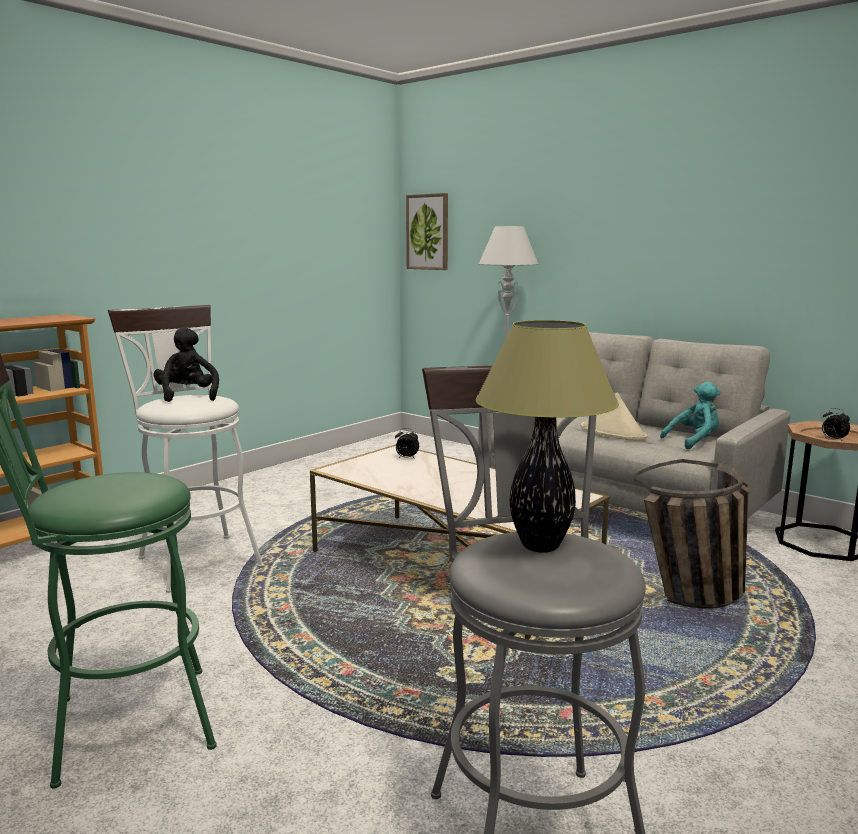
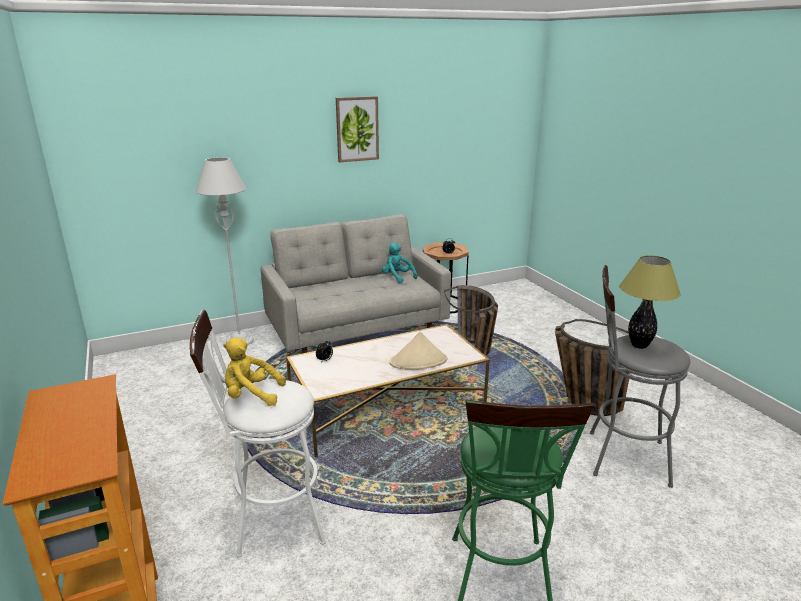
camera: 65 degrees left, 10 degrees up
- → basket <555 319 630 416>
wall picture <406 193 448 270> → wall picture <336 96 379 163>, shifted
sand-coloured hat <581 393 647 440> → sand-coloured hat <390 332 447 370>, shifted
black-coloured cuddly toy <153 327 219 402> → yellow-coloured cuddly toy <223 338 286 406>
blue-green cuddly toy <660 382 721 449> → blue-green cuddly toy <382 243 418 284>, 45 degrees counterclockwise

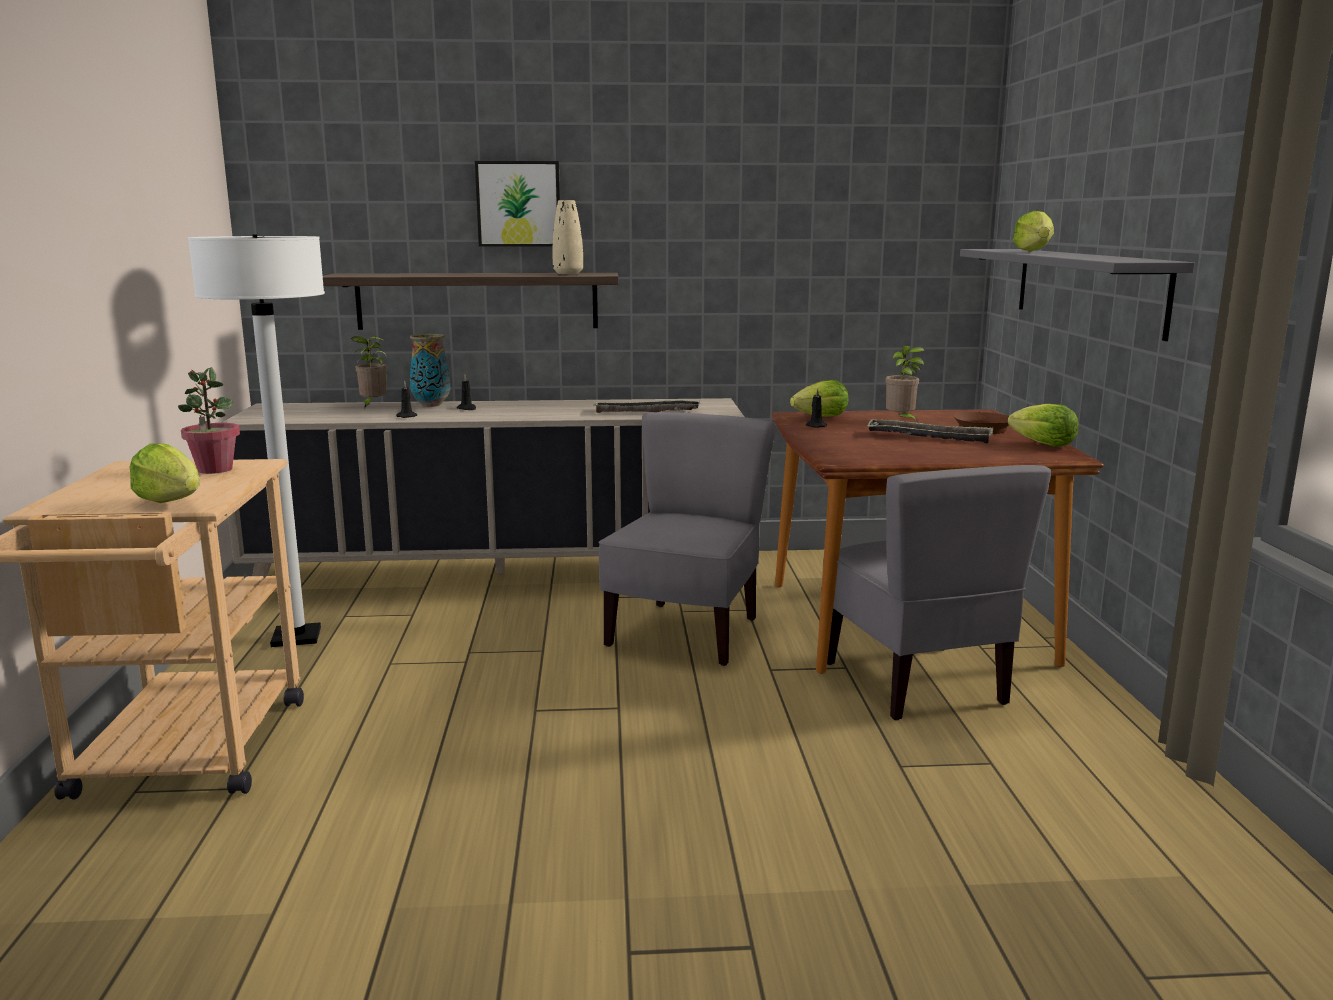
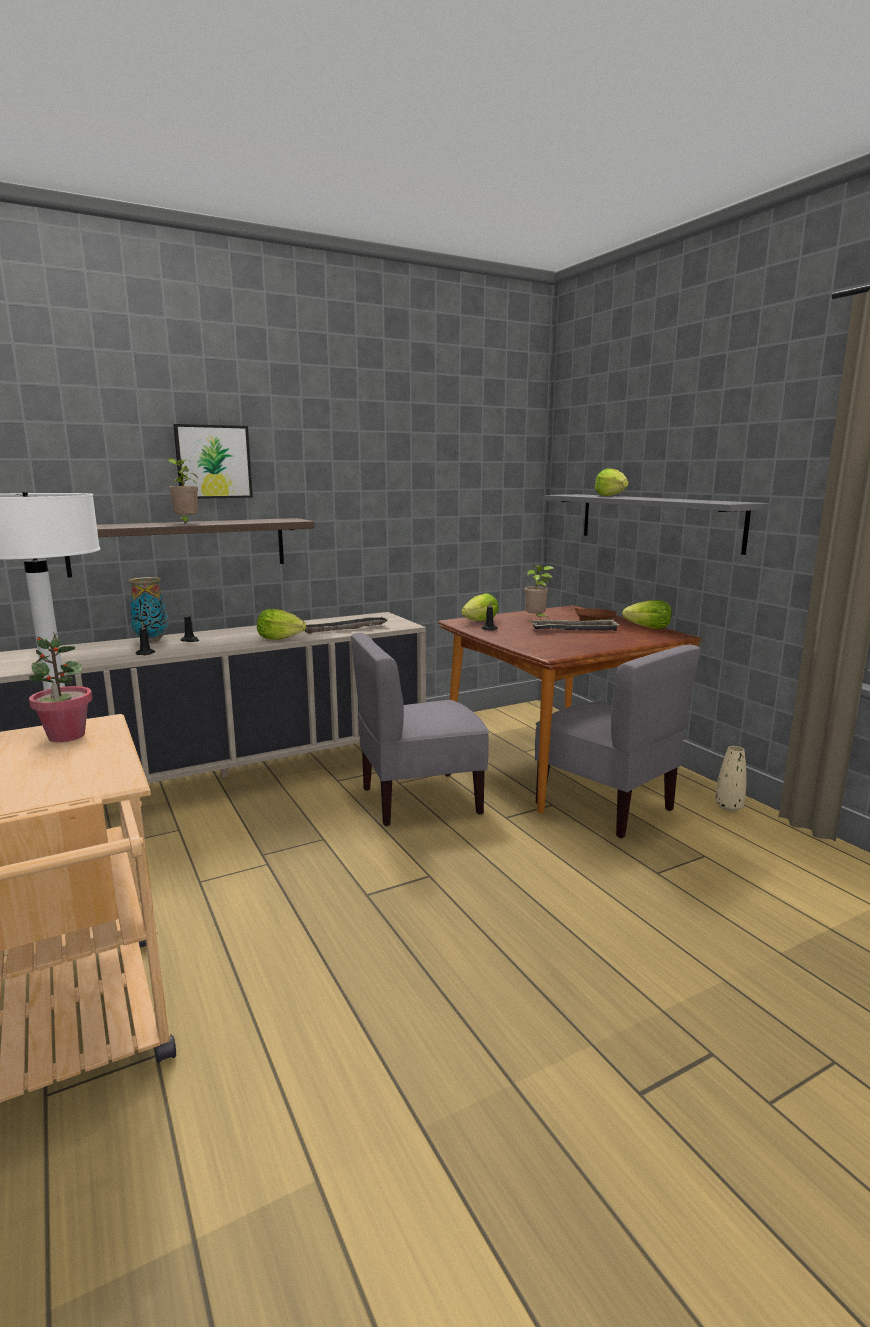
camera: 25 degrees left, 0 degrees up
head of lettuce <130 444 200 503> → head of lettuce <257 609 306 640>, shifted
plant in a pot <351 336 387 408> → plant in a pot <167 458 198 525>, shifted
sand-coloured vase <553 200 583 274> → sand-coloured vase <715 746 747 811>, shifted
grey plain chair <599 412 775 666> → grey plain chair <351 633 489 826>, 105 degrees counterclockwise

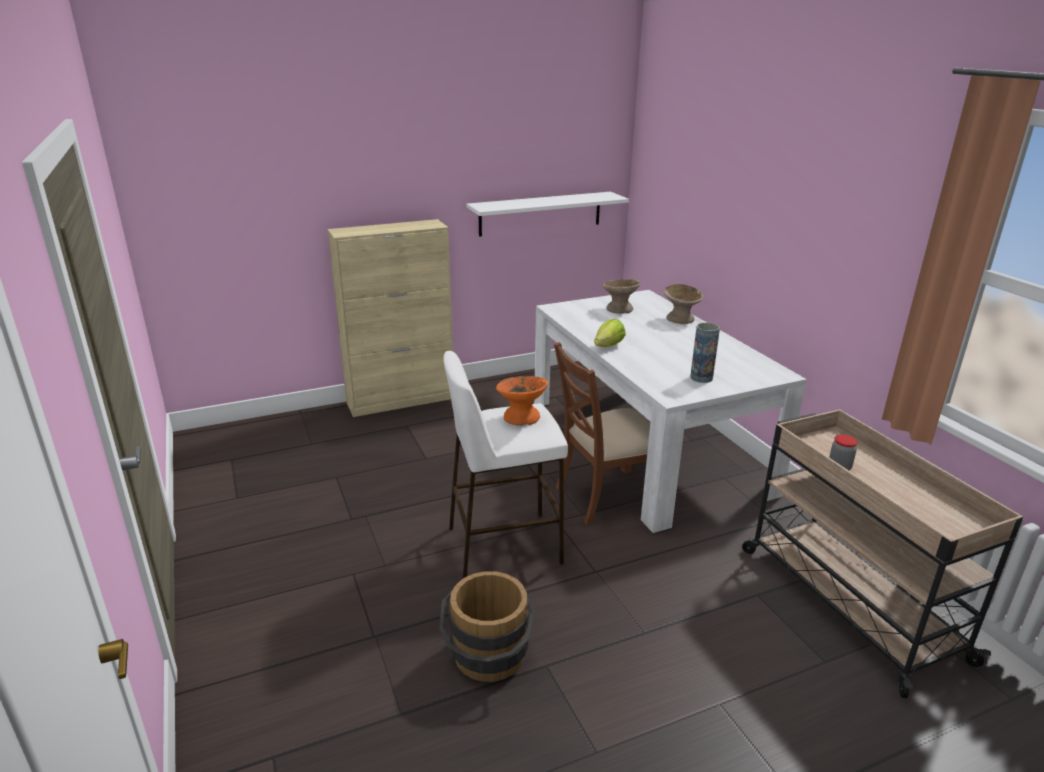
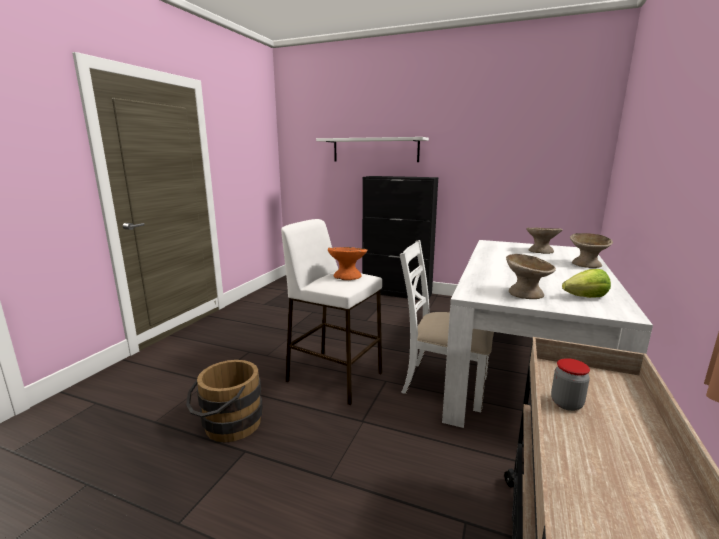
camera: 45 degrees right, 10 degrees down
whitish shelf <466 192 629 237> → whitish shelf <316 137 429 162>, shifted
head of lettuce <594 319 626 347> → head of lettuce <562 269 611 298>, shifted
vase <690 323 720 383> → sand-coloured bowl <506 254 556 299>
sand-coloured cupboard <328 219 453 417> → black-coloured cupboard <362 176 438 300>
brown-coloured plain chair <554 342 650 525> → whitish plain chair <400 240 494 413>

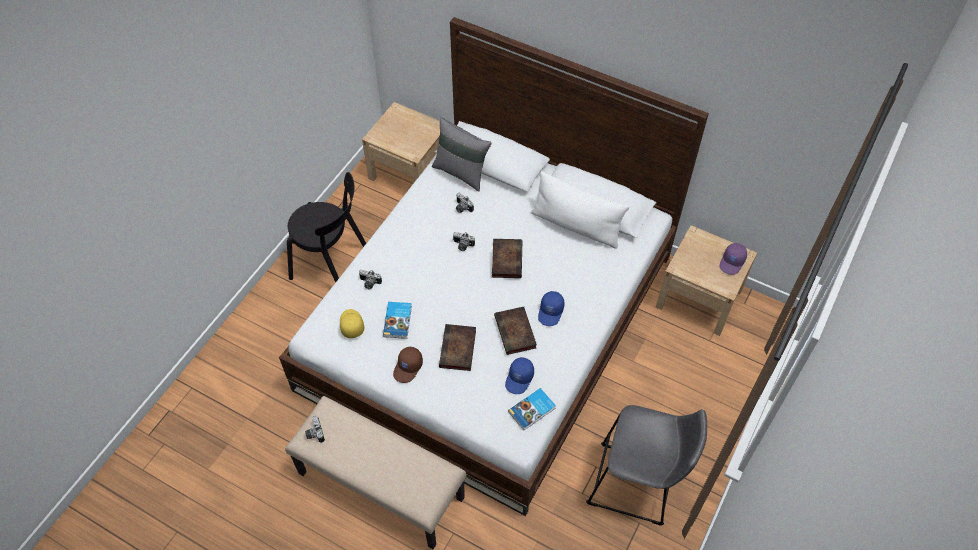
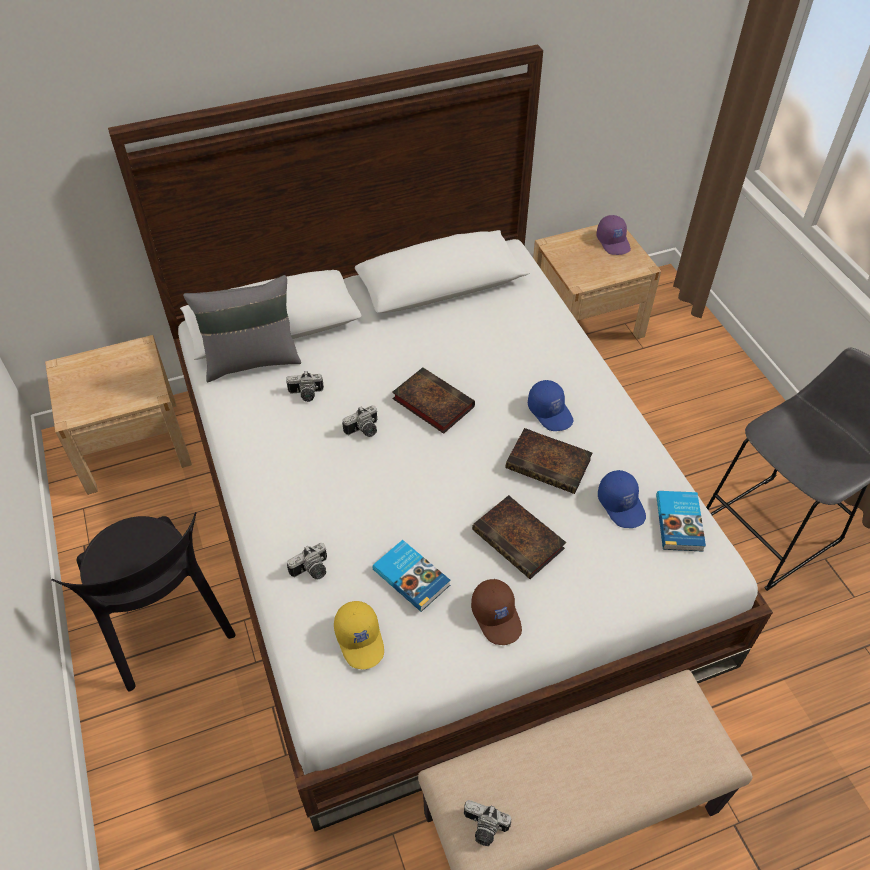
camera: 50 degrees left, 5 degrees down
whitish throw pillow <531 171 629 249> → -
black-coloured plain chair <287 172 366 283> → black-coloured plain chair <51 512 236 692>, 90 degrees clockwise
yellow-coloured cap <340 309 364 338> → yellow-coloured cap <334 601 384 669>, 135 degrees counterclockwise

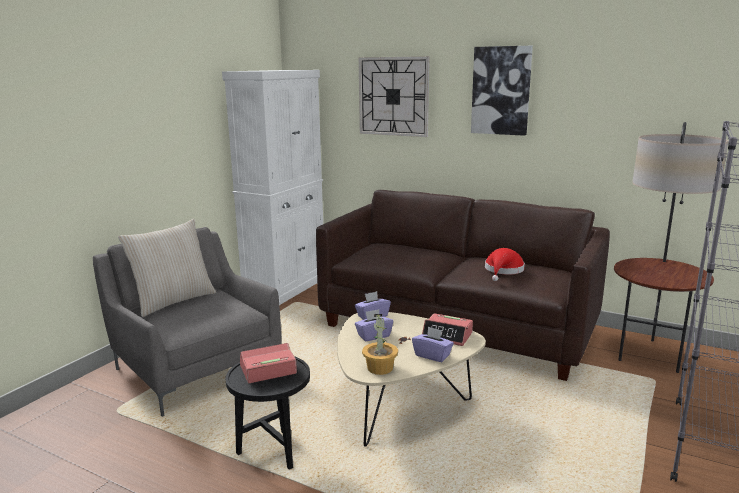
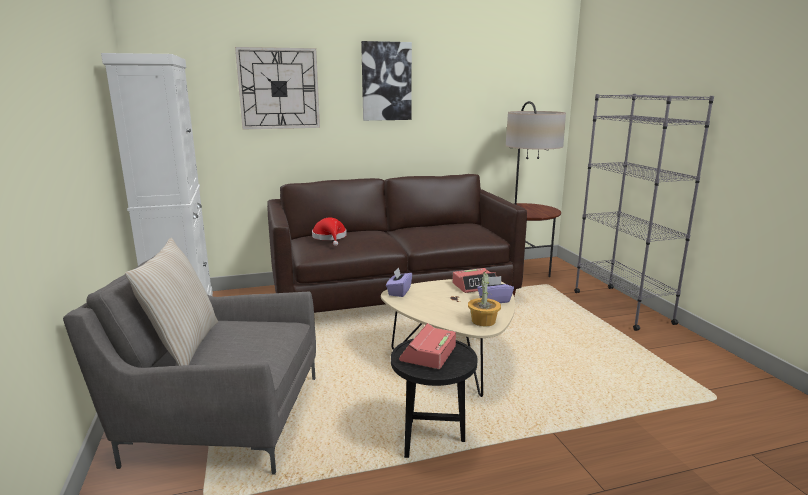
camera: 45 degrees left, 0 degrees up
purple box of tissues <355 309 393 341> → -
red hat <485 248 525 281> → red hat <312 217 347 246>, shifted

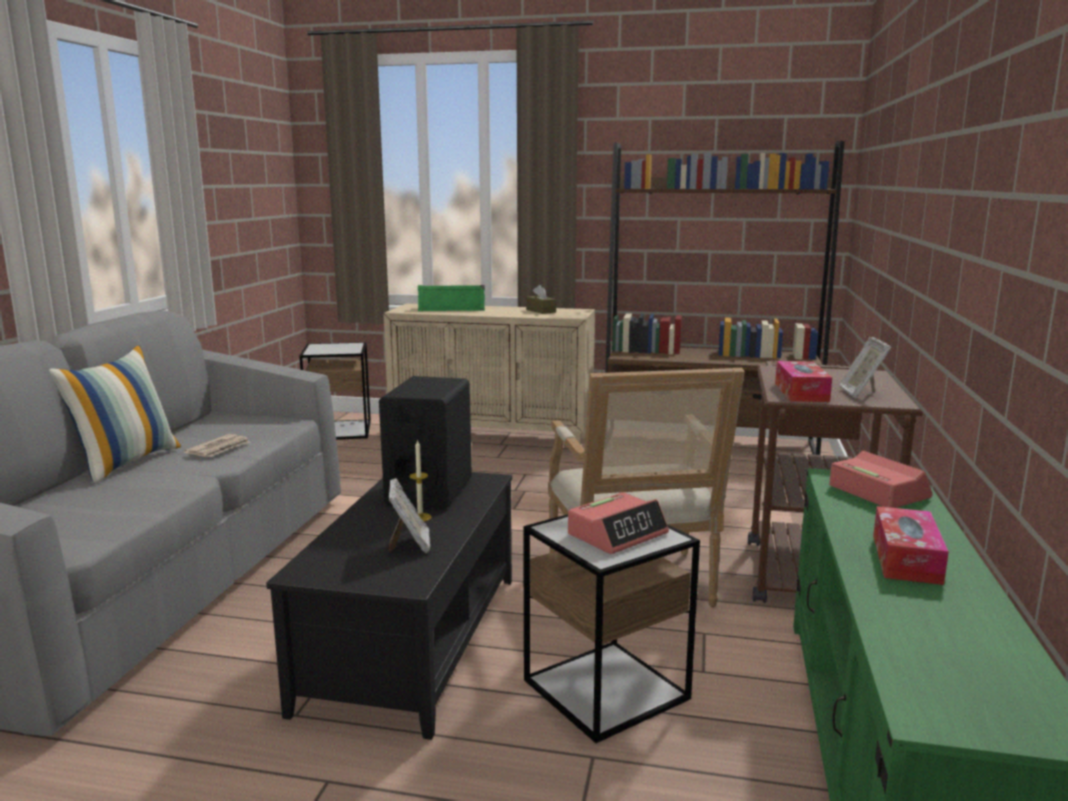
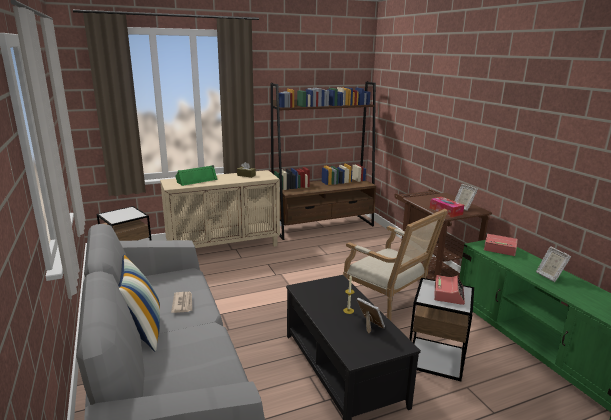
camera: 35 degrees left, 5 degrees up
black-coloured loudspeaker <379 376 472 510> → -
box of tissues <873 506 949 585> → standing frame <536 246 571 282>

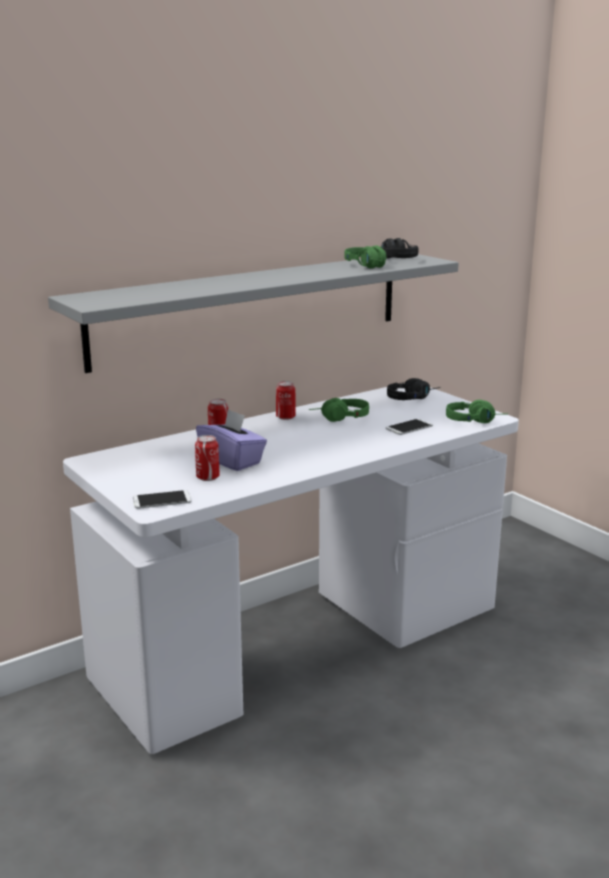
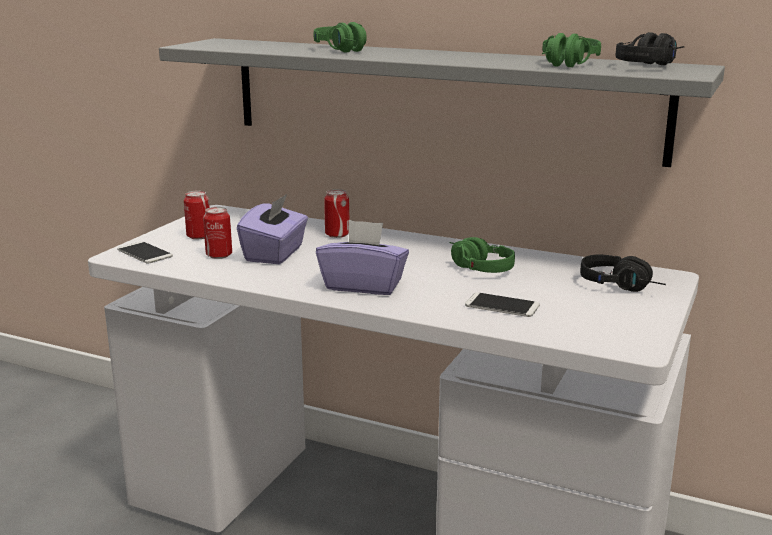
camera: 60 degrees right, 0 degrees up
- → purple box of tissues <316 220 409 295>
metal can <276 381 296 420> → metal can <184 191 210 239>, shifted
green pair of headphones <446 400 504 423> → green pair of headphones <313 22 367 53>, shifted

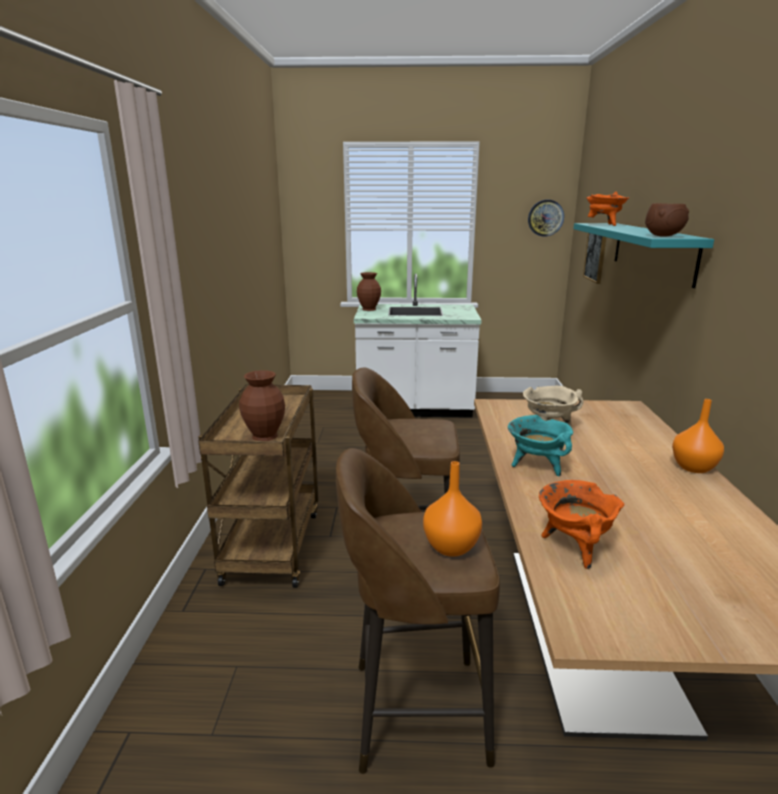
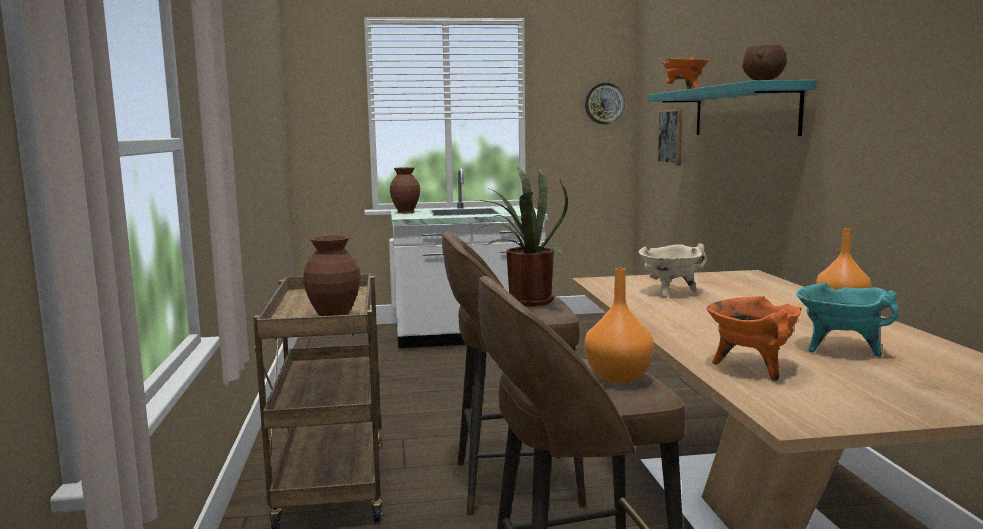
camera: 10 degrees left, 10 degrees down
- → plant in a pot <477 166 568 307>
blue-green saucepot <508 415 573 476> → blue-green saucepot <796 283 899 357>, shifted

